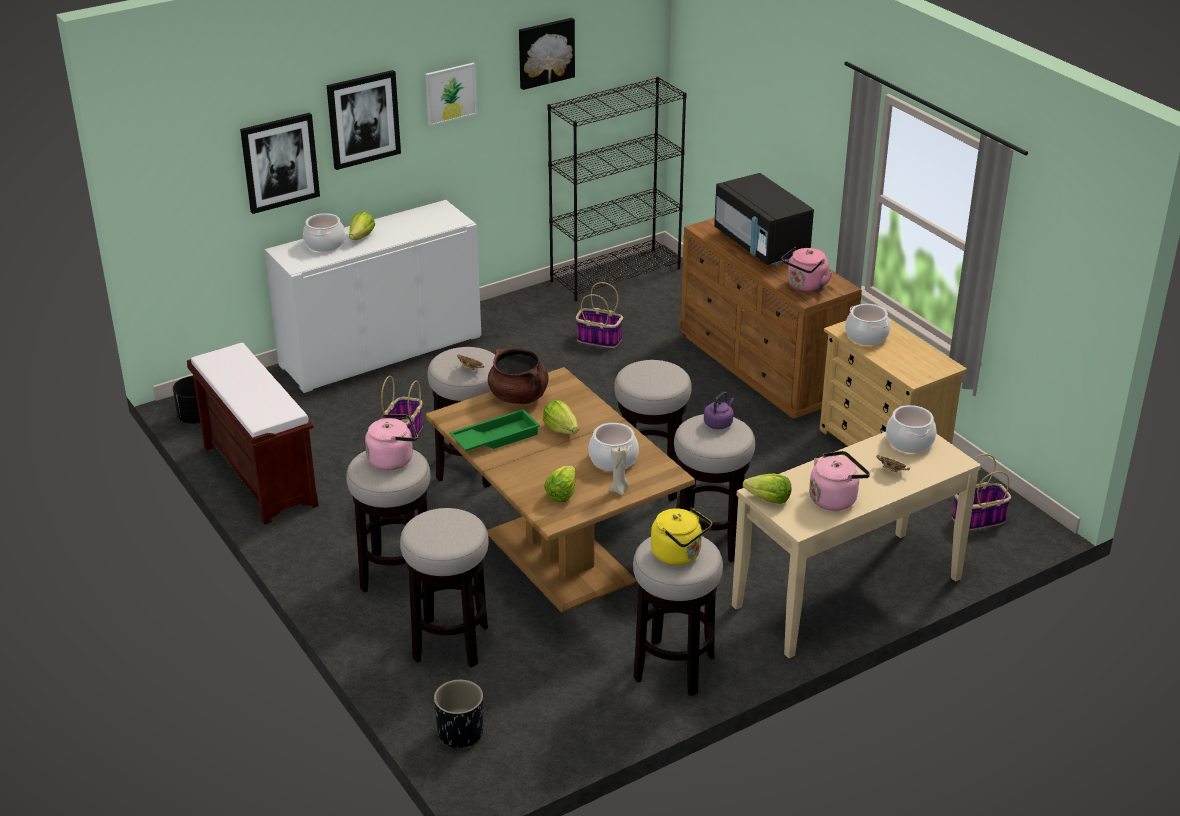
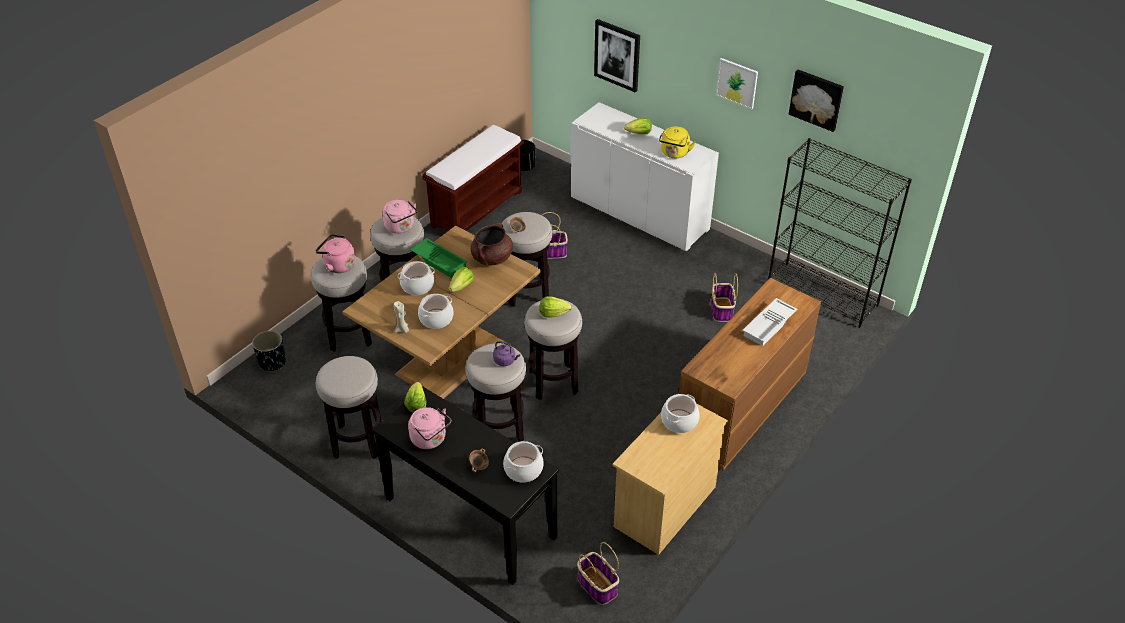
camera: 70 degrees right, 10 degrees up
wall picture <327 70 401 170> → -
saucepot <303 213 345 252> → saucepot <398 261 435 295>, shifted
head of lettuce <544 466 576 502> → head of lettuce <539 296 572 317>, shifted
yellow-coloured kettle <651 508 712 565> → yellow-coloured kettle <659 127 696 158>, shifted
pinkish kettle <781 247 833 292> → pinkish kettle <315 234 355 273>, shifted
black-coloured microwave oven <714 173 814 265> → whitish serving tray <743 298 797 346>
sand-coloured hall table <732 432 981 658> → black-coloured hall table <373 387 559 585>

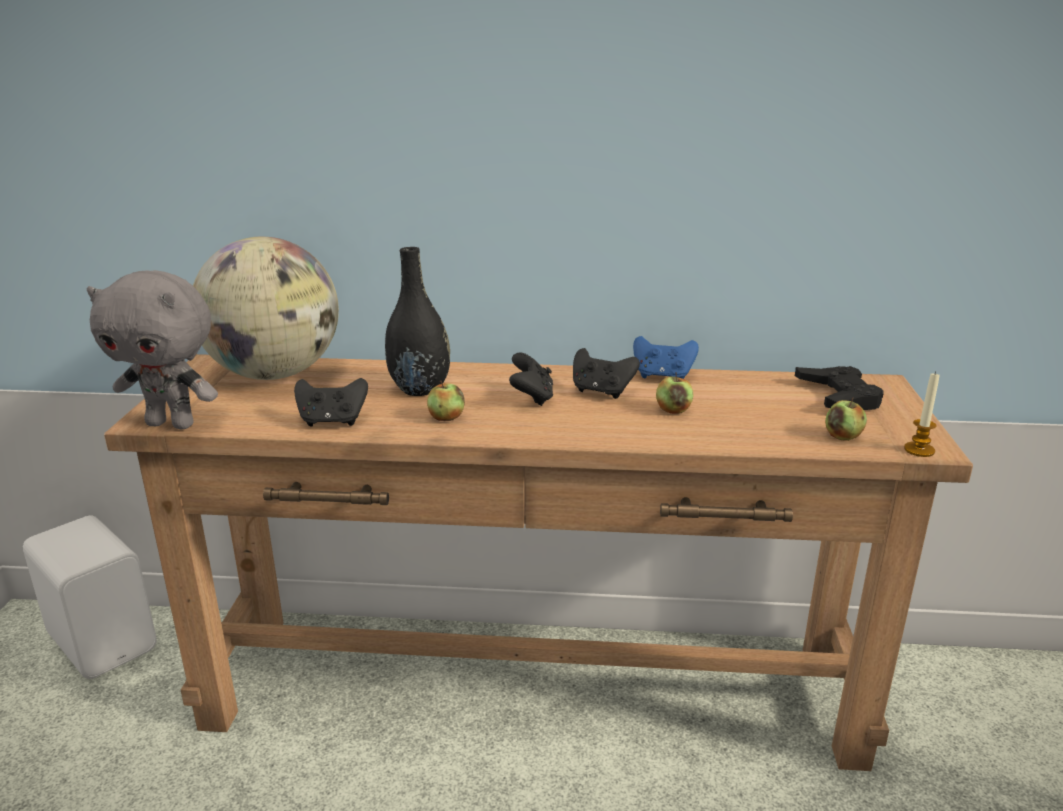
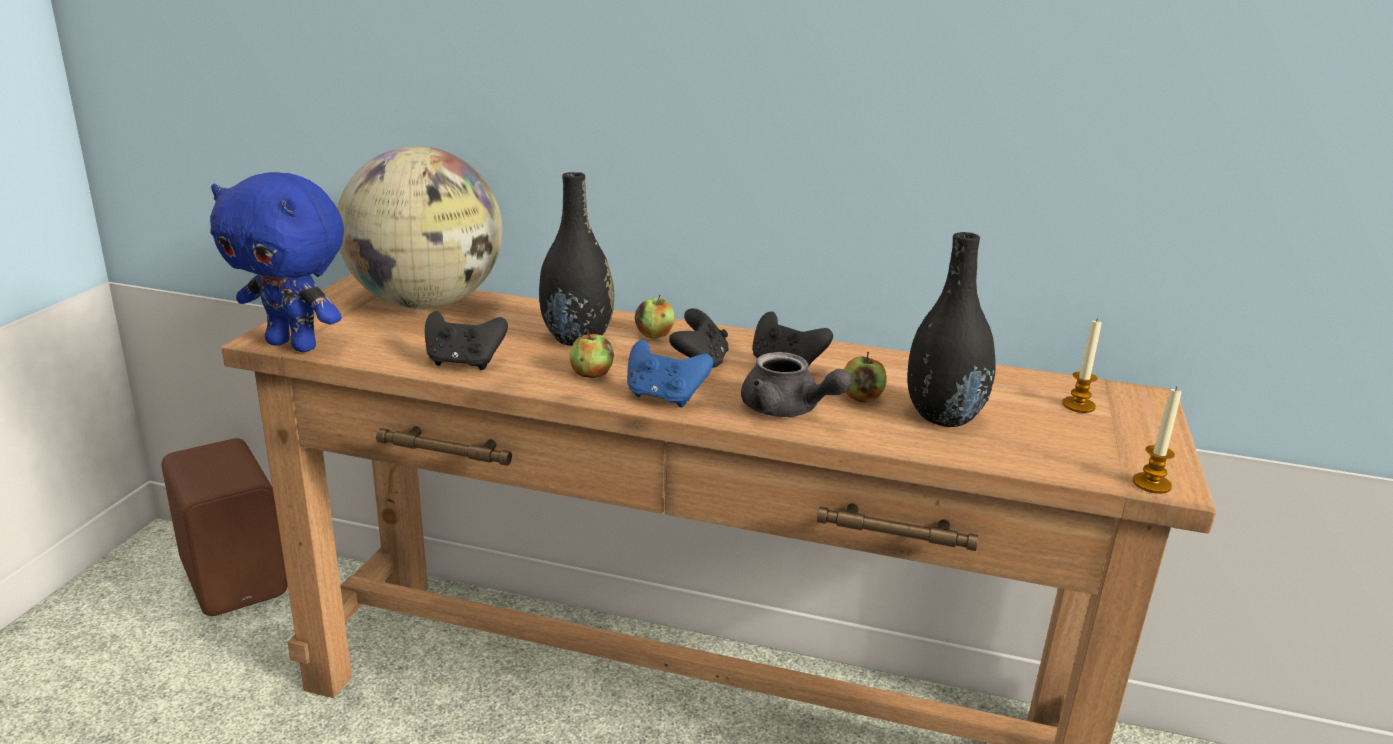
camera: 10 degrees right, 0 degrees up
- → grey tea pot <741 352 853 417>
- → black-coloured vase <907 232 996 427>
bluish game controller <633 336 699 379> → bluish game controller <627 340 713 407>, shifted
apple fruit <825 397 867 441> → apple fruit <635 294 675 339>, shifted
black-coloured game controller <795 366 883 410> → wax candle <1062 318 1102 413>
whitish loudspeaker <23 516 157 679> → brown-coloured loudspeaker <162 438 288 616>
grey cuddly toy <87 270 218 429> → bluish cuddly toy <210 172 344 352>

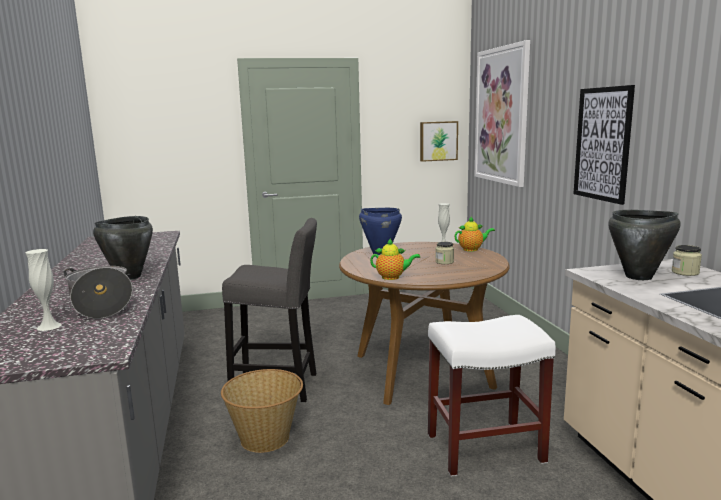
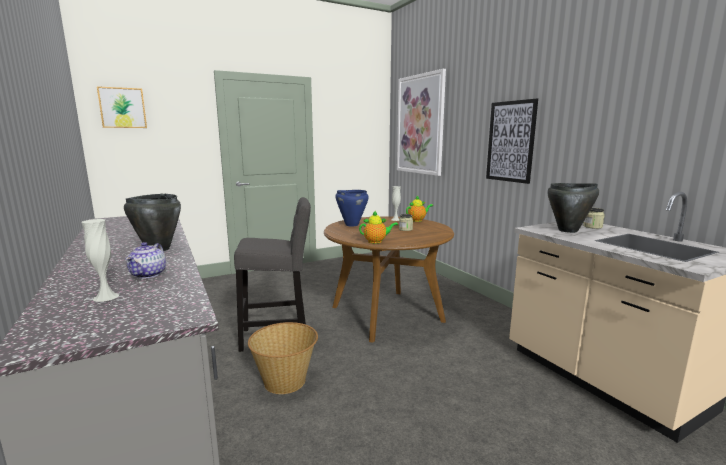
camera: 15 degrees left, 0 degrees up
whitish stool <428 315 556 476> → -
wall picture <420 121 458 162> → wall picture <97 86 147 128>, shifted
saucepot <64 266 133 319> → tea pot <126 242 166 279>

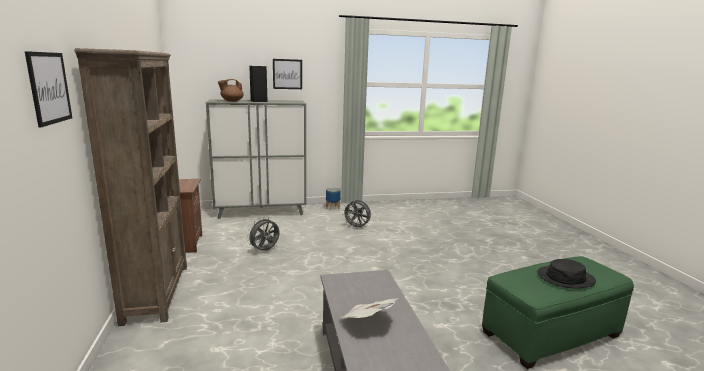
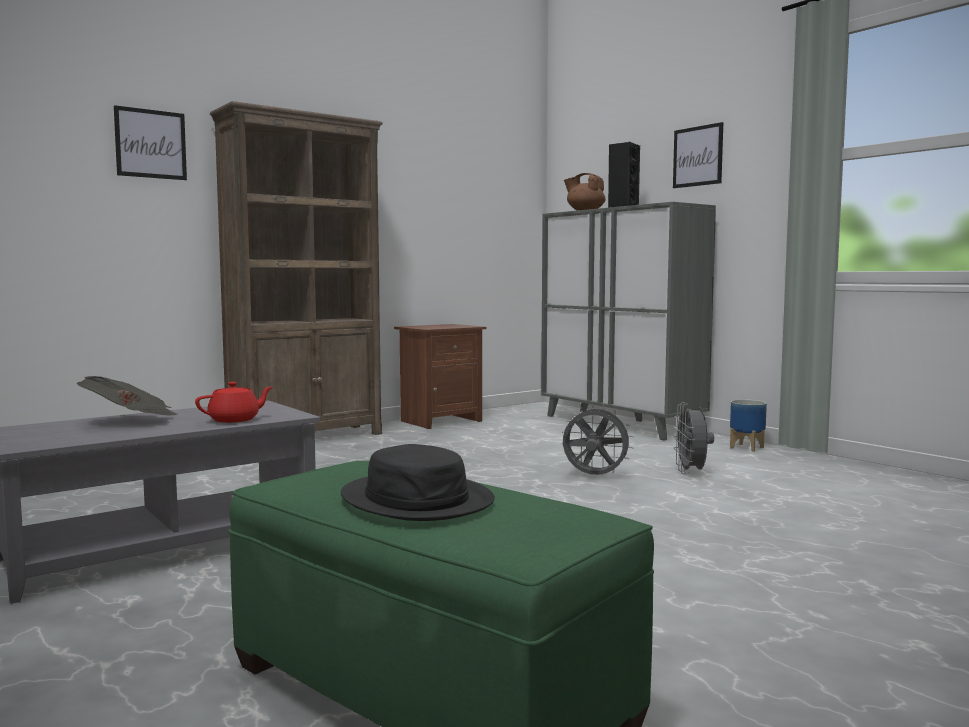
camera: 65 degrees right, 10 degrees down
- → red tea pot <195 382 273 423>
grey fan <247 217 279 251> → grey fan <562 404 634 476>, shifted

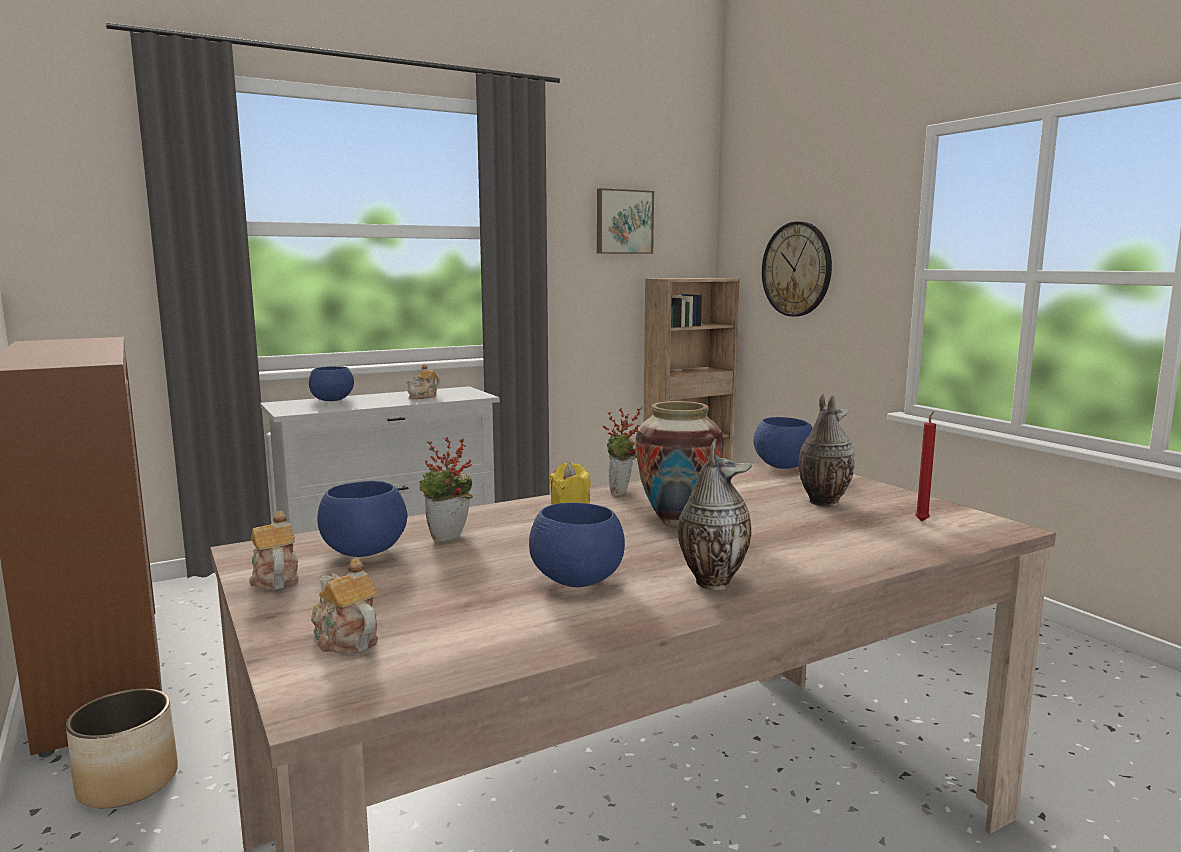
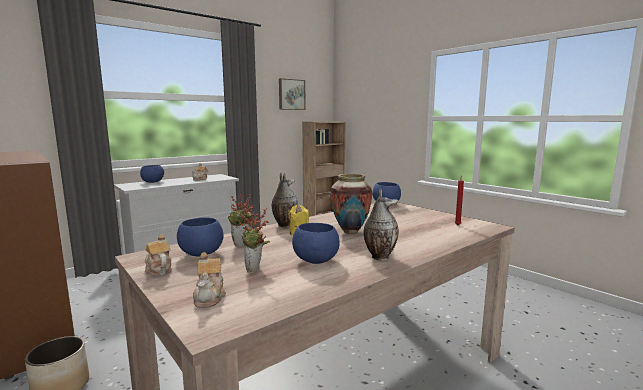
camera: 10 degrees left, 0 degrees up
clock on the wall <762 221 832 317> → -
plant in a pot <602 406 642 496> → plant in a pot <239 209 270 274>, shifted
vase <798 394 854 507> → vase <272 173 298 228>, shifted
tea pot <311 558 378 654> → tea pot <193 252 226 308>, 135 degrees counterclockwise

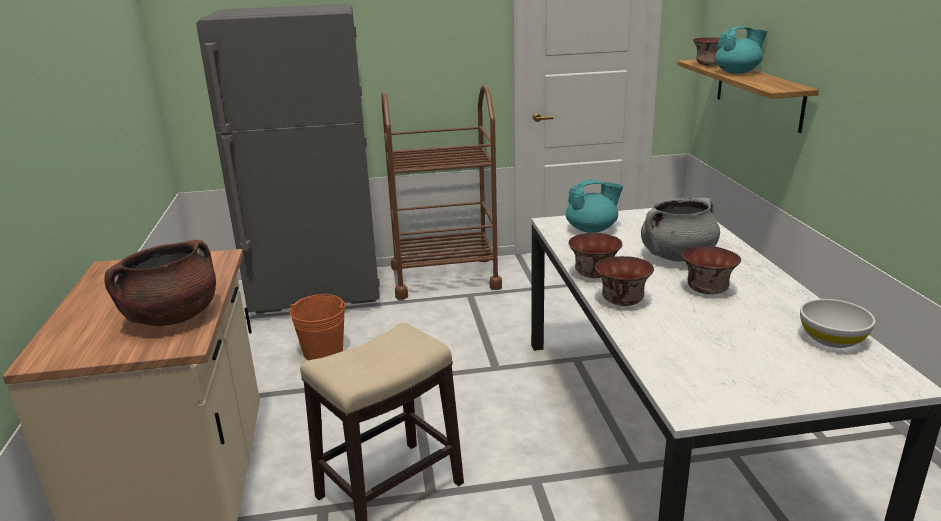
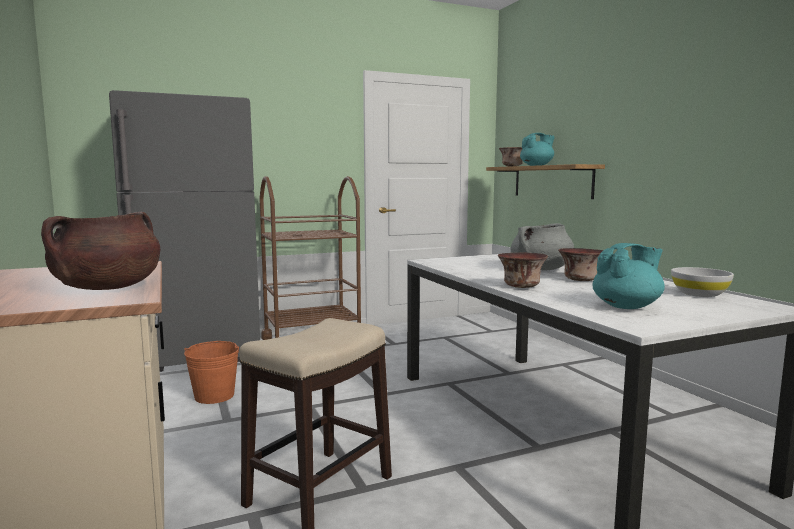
camera: 15 degrees left, 15 degrees down
bowl <568 233 622 278> → -
blue-green tea pot <566 180 623 233> → blue-green tea pot <593 243 665 309>, shifted

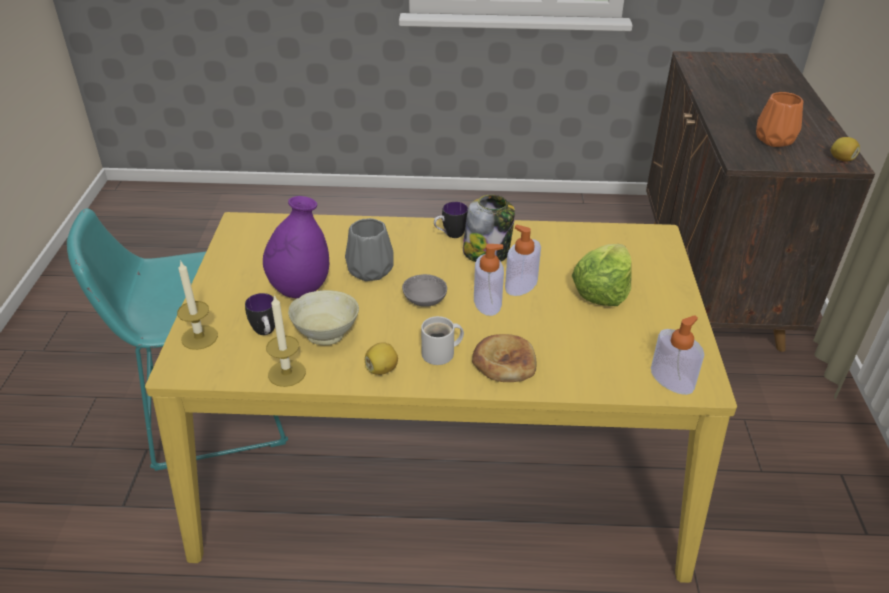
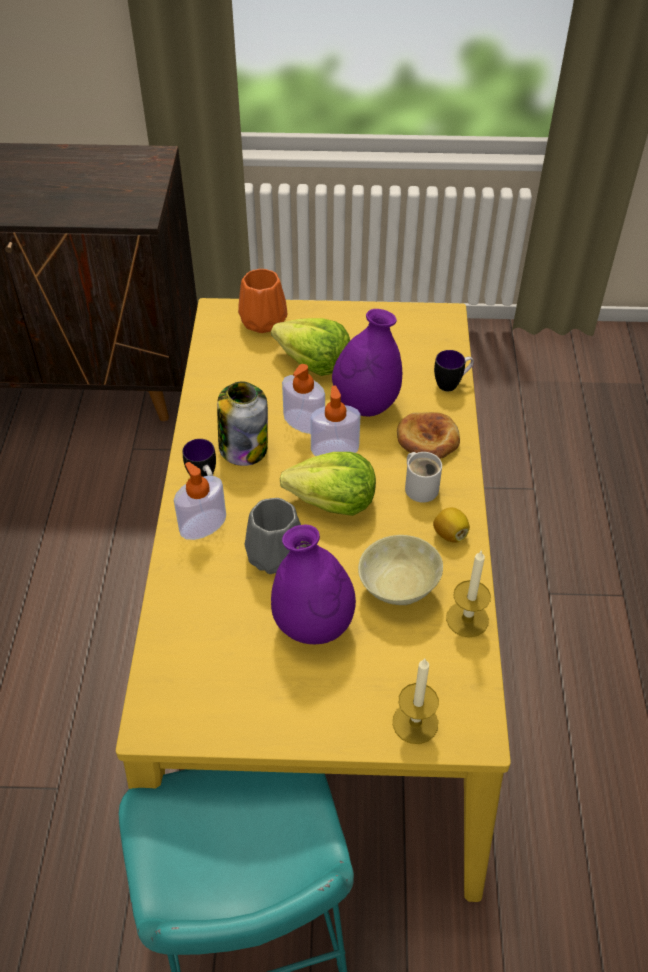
camera: 90 degrees left, 10 degrees up
lemon <831 137 860 162> → -
- → purple vase <332 309 402 417>
mug <245 293 275 335> → mug <434 350 474 391>, shifted
liquid soap bottle <651 315 704 395> → liquid soap bottle <174 462 226 540>, shifted
orange vase <756 92 803 147> → orange vase <238 269 288 333>, shifted
grey bowl <402 274 447 307> → head of lettuce <280 452 376 516>

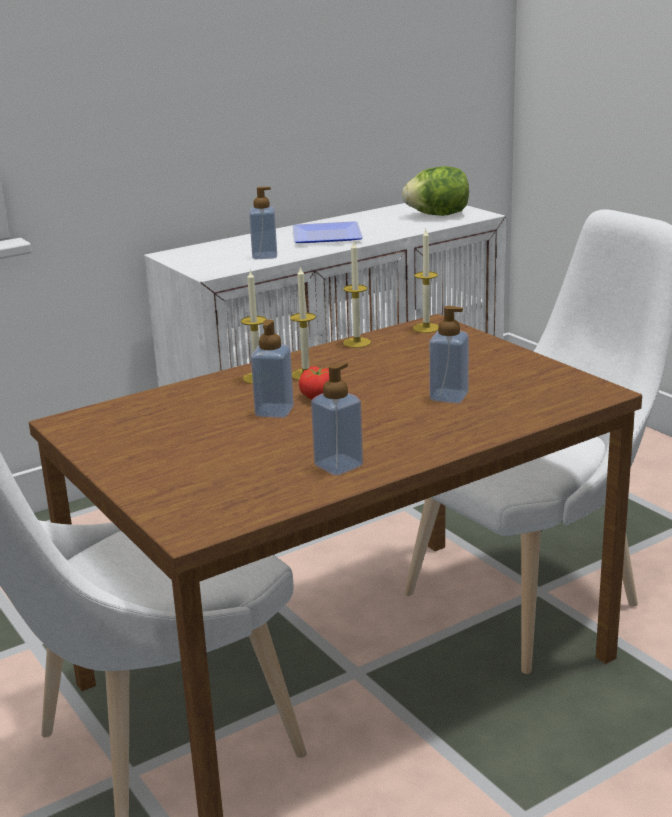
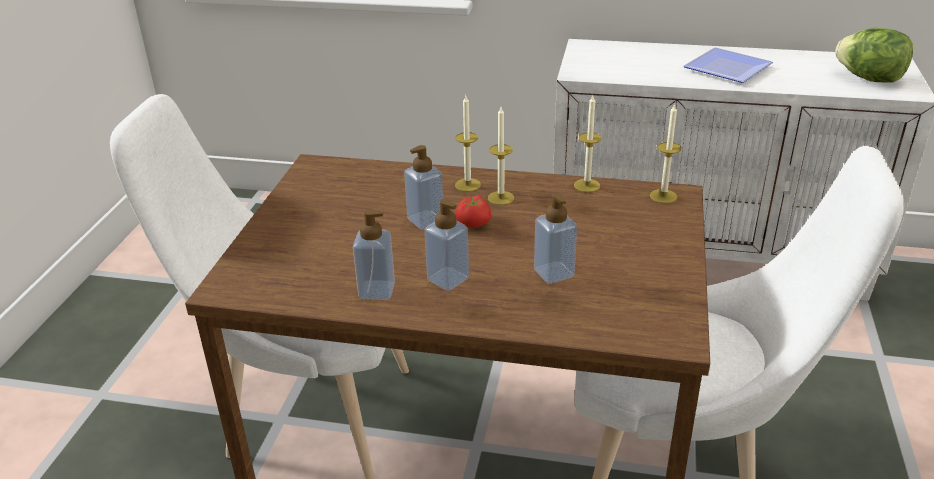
camera: 45 degrees right, 10 degrees up
liquid soap bottle <249 187 277 259> → liquid soap bottle <424 199 469 291>, shifted

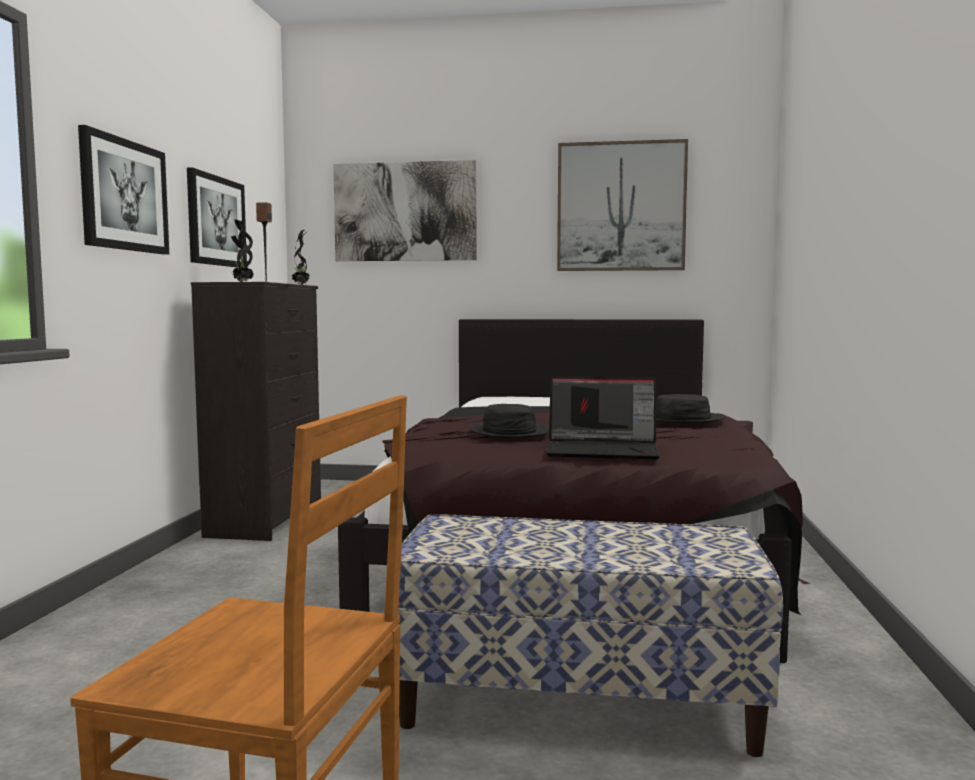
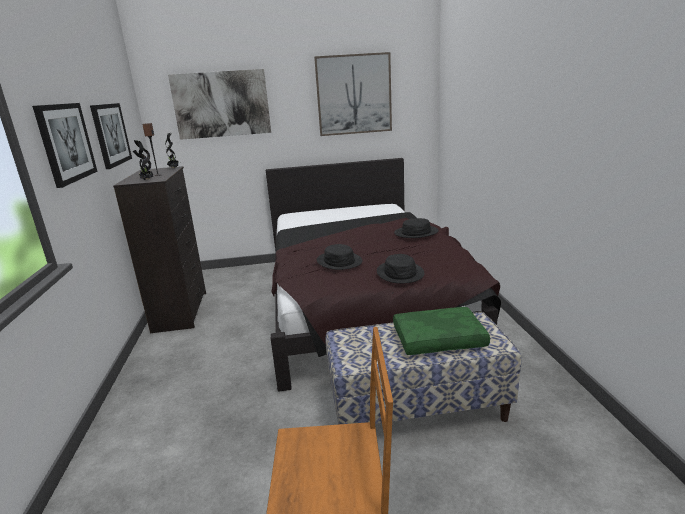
camera: 15 degrees left, 15 degrees up
- → green throw pillow <393 307 490 355>
laptop <545 376 660 460> → black-coloured hat <377 254 424 284>

